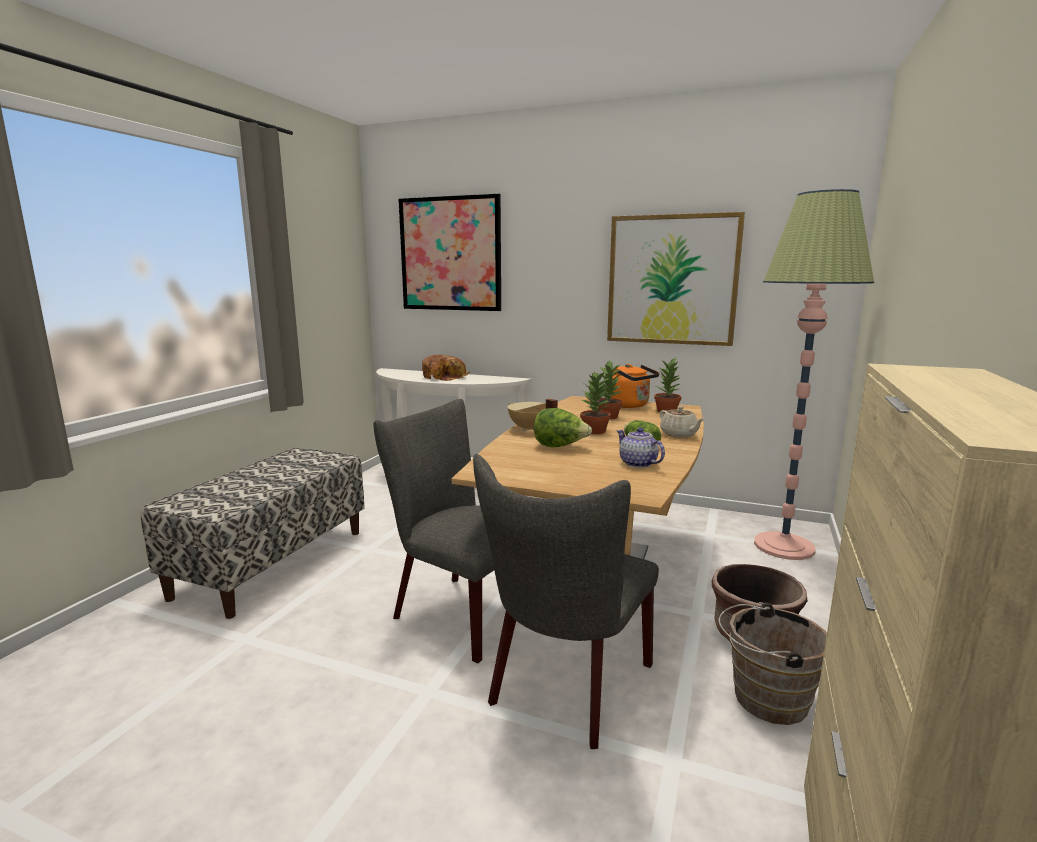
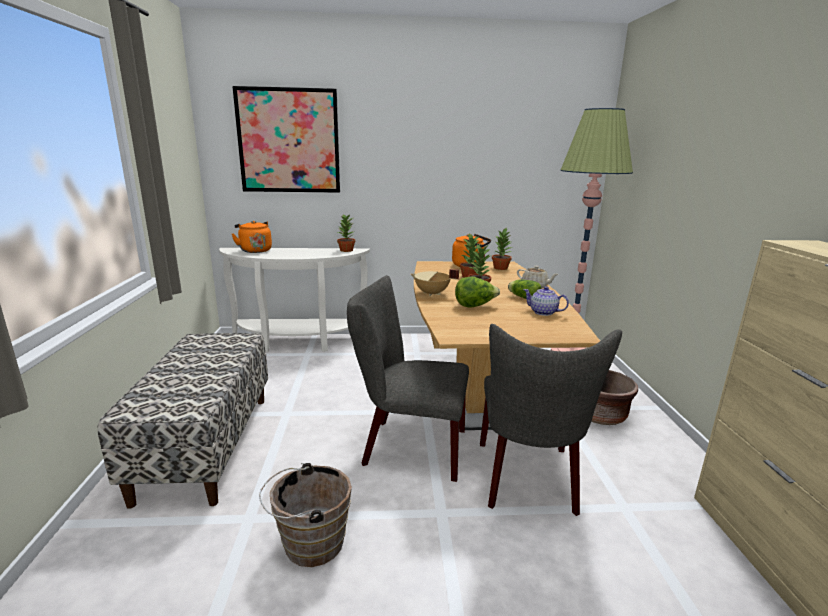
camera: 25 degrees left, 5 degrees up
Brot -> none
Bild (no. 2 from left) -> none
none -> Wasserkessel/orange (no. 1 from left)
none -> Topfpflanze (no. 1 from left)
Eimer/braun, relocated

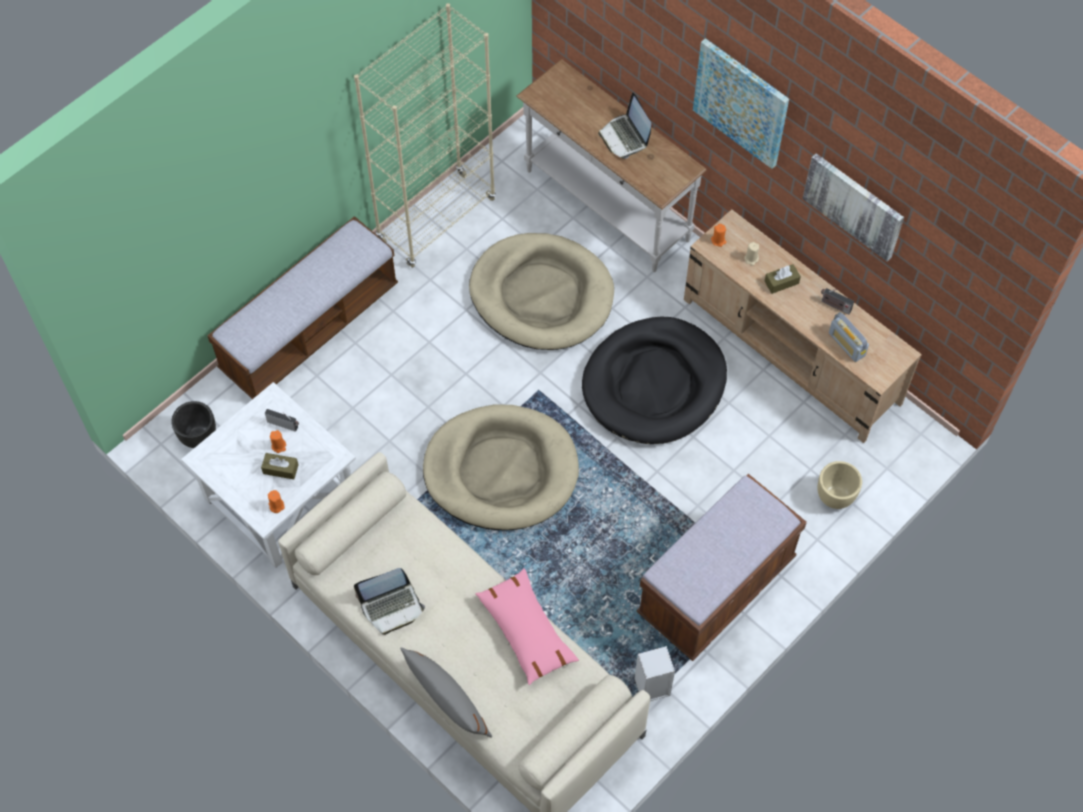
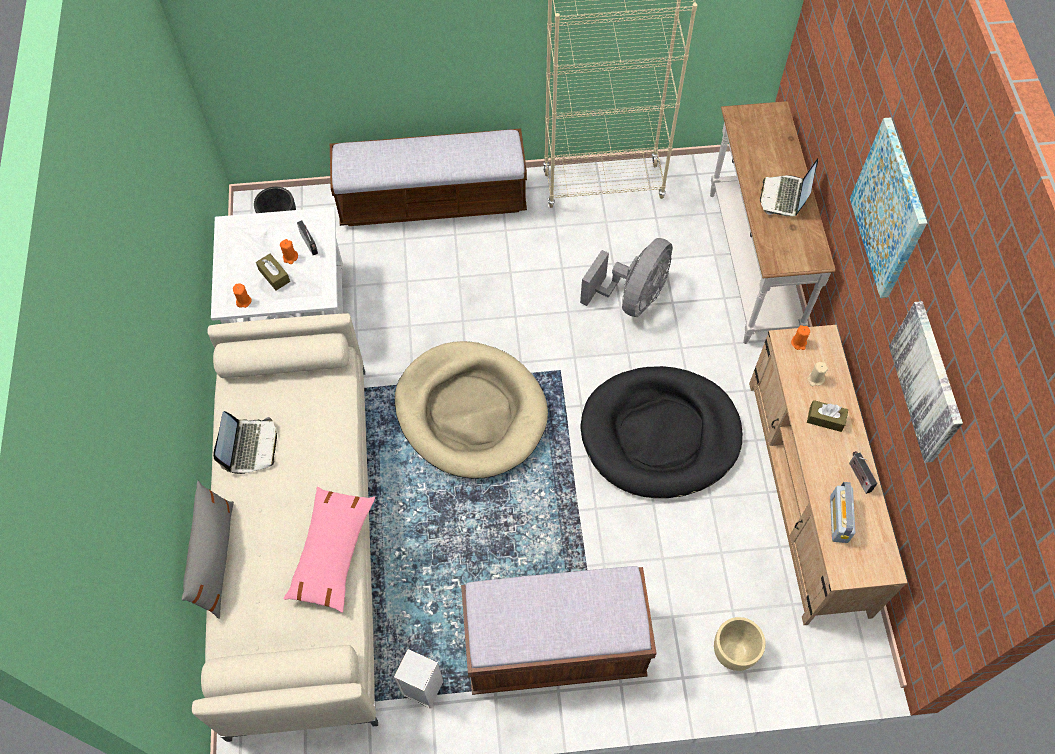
camera: 40 degrees right, 0 degrees up
Hundebett/beige (no. 2 from left) -> Ventilator/grau
Laptop (no. 1 from left), 105 degrees counterclockwise

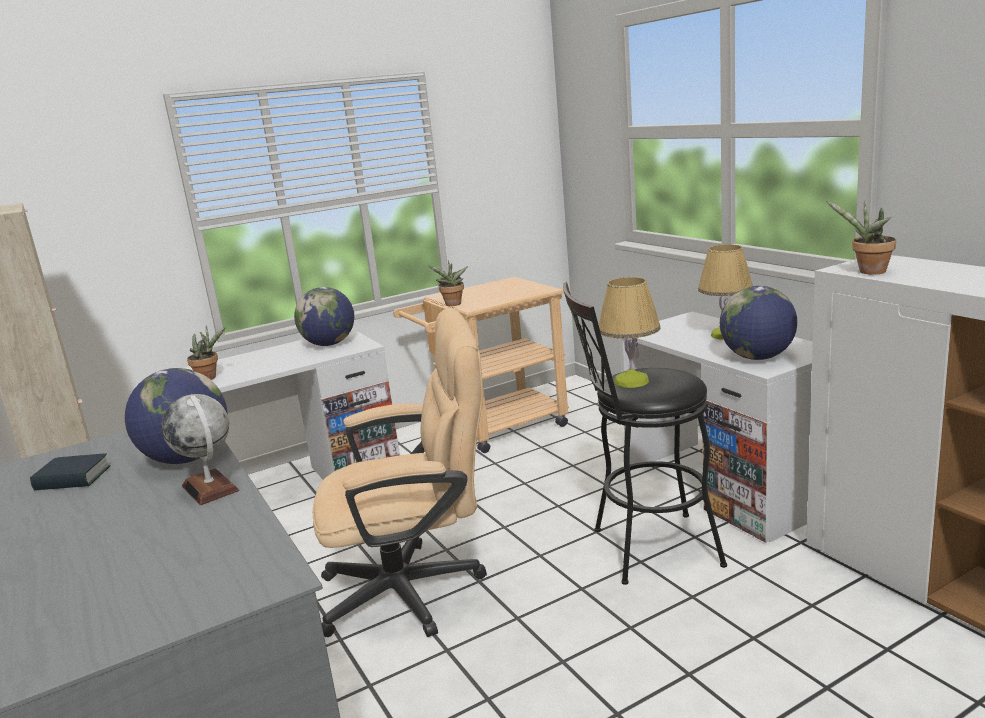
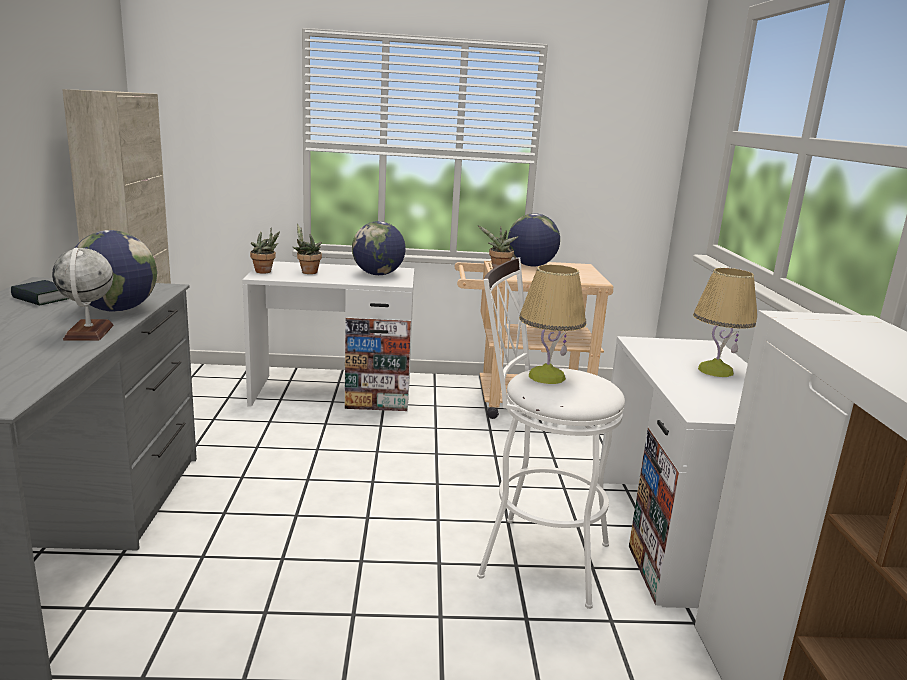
camera: 25 degrees right, 0 degrees up
Bürostuhl/beige -> none
Globus (no. 4 from left), relocated
Topfpflanze (no. 3 from left in the first image) -> Topfpflanze (no. 2 from left), relocated
Hocker/schwarz -> Hocker/weiß

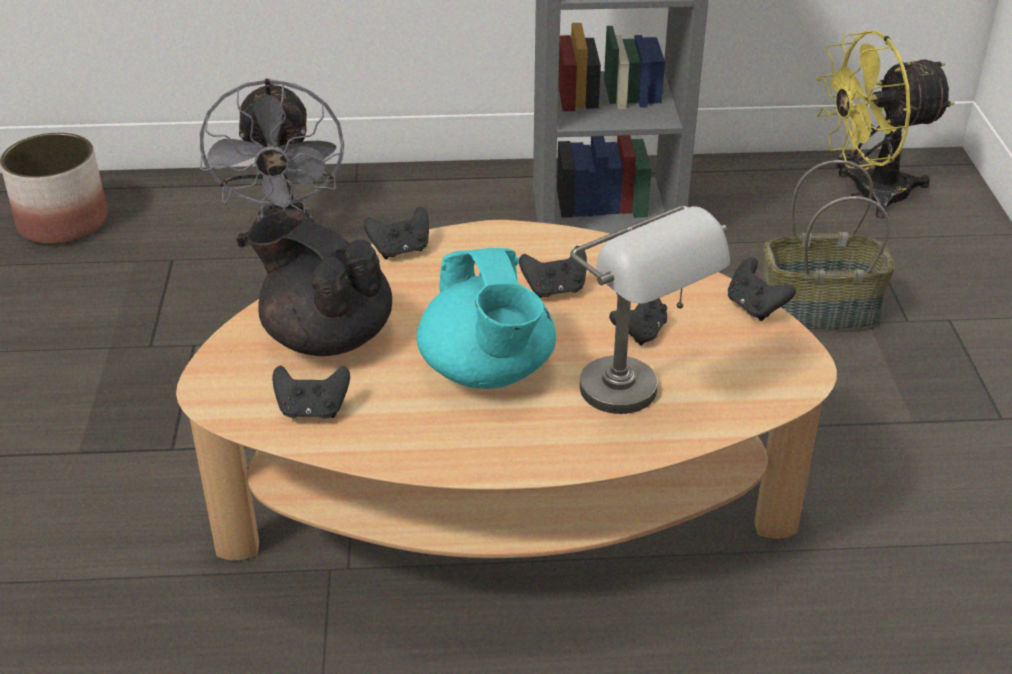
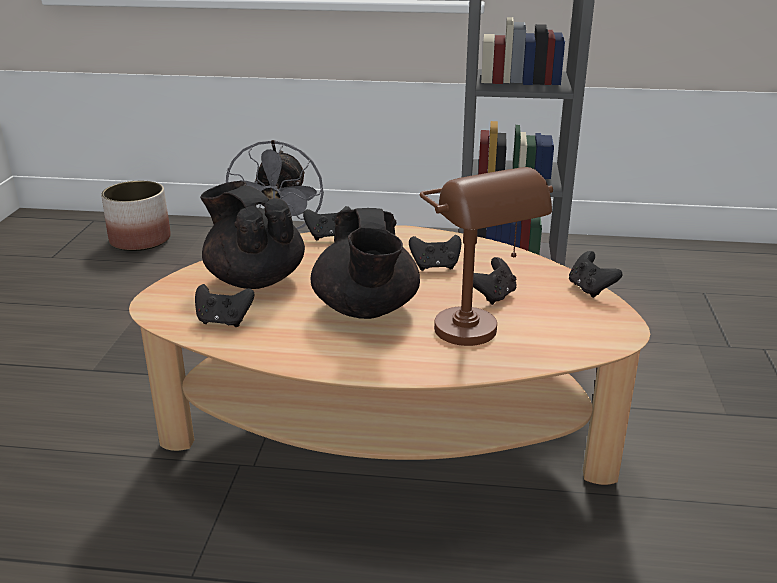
camera: 10 degrees right, 10 degrees down
Korb -> none
Ventilator/gelb -> none
Teekanne/türkis -> Teekanne/schwarz (no. 2 from left)
Tischlampe/grau -> Tischlampe/braun

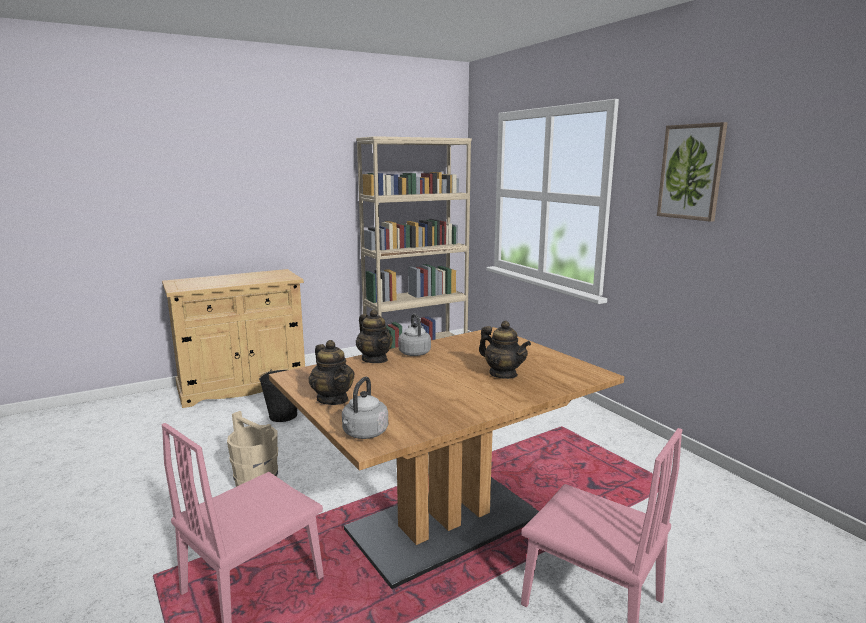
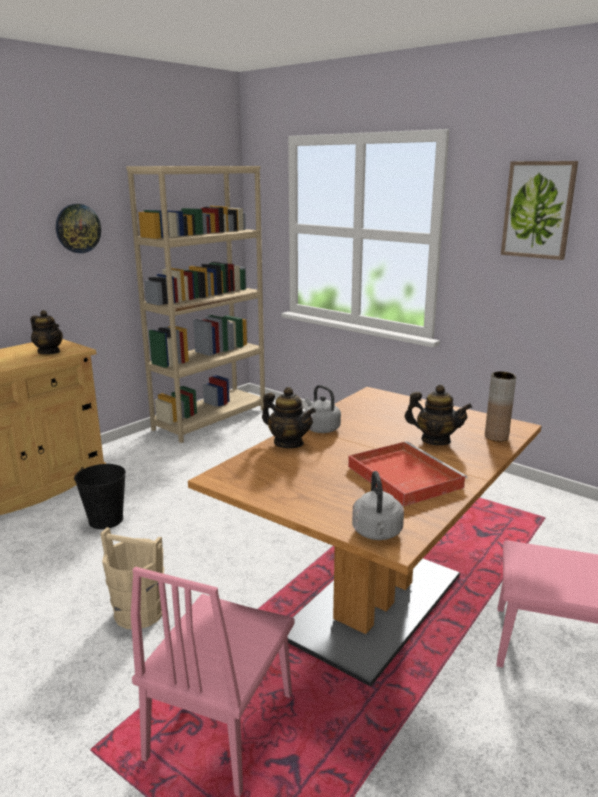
camera: 20 degrees left, 5 degrees up
none -> Wanduhr
none -> Tablett/rot
none -> Vase/braun
Teekanne (no. 1 from left), relocated

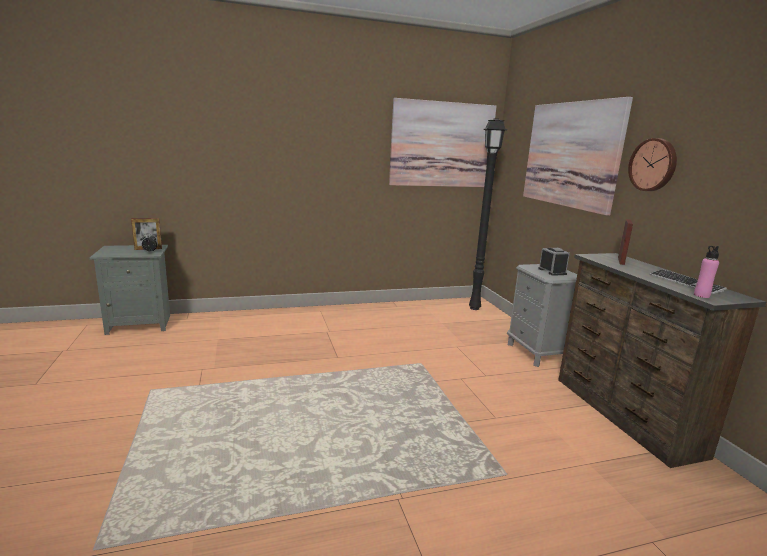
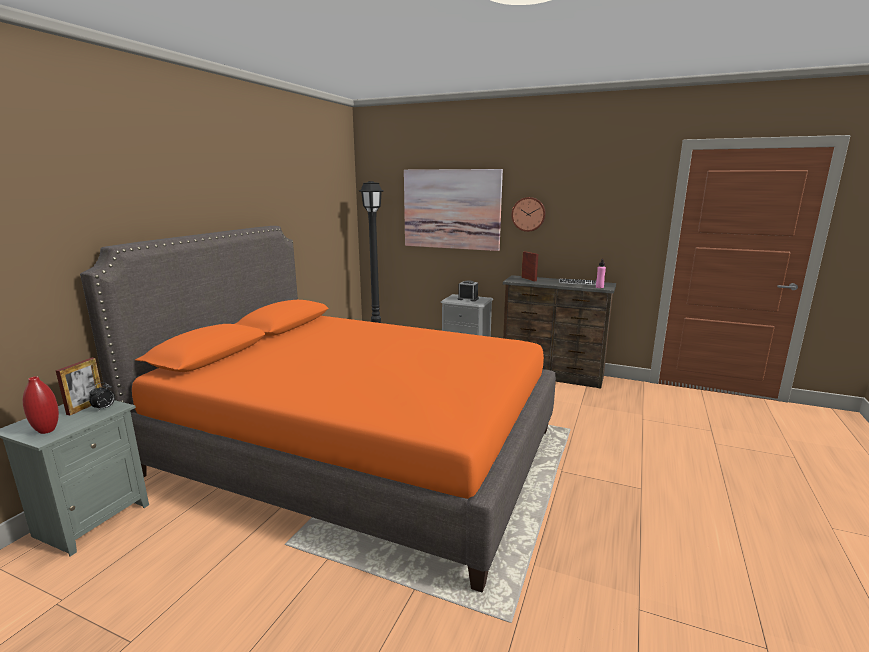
camera: 50 degrees left, 0 degrees up
Bild (no. 1 from left) -> none
none -> Vase/rot
none -> Bett/orange

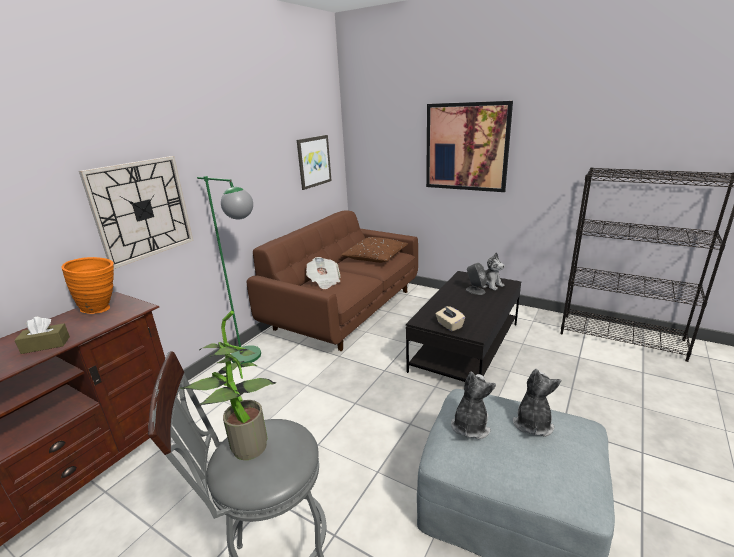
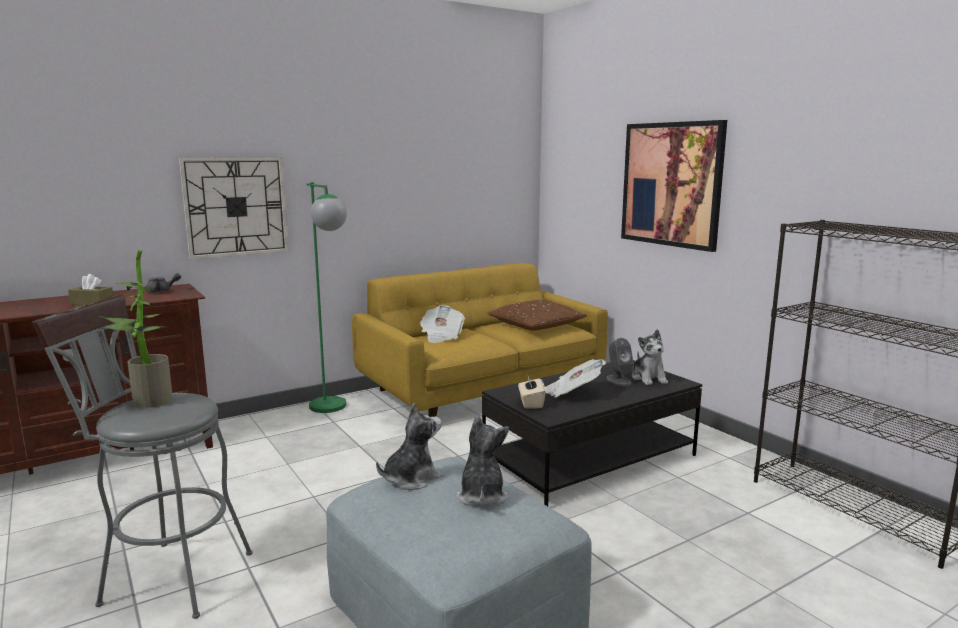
camera: 25 degrees right, 10 degrees down
Bild (no. 1 from left) -> none
none -> Zeitung (no. 2 from left)
Vase/orange -> Teekanne/grau
Sofa/braun -> Sofa/gelb
Plüschtier (no. 3 from left in the first image) -> Plüschtier (no. 2 from left), 45 degrees counterclockwise

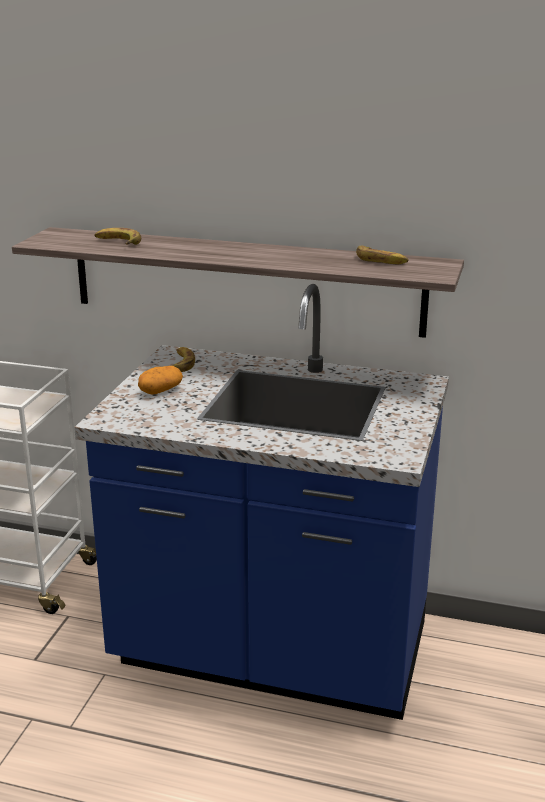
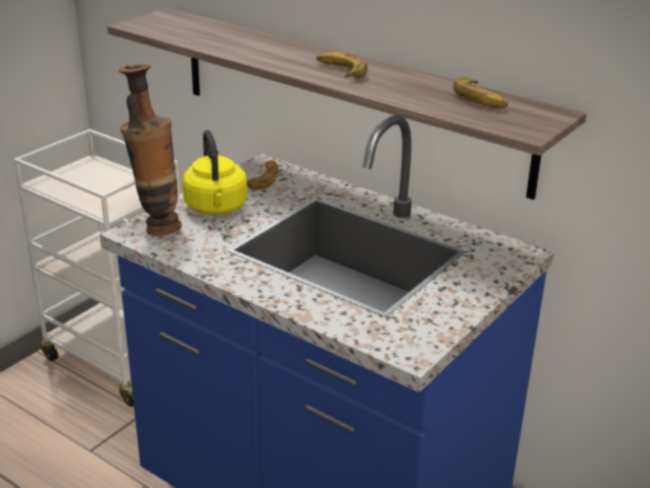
camera: 20 degrees right, 5 degrees up
none -> Vase
Banane (no. 1 from left in the first image) -> Banane (no. 2 from left), relocated
Kartoffel -> Wasserkessel/gelb

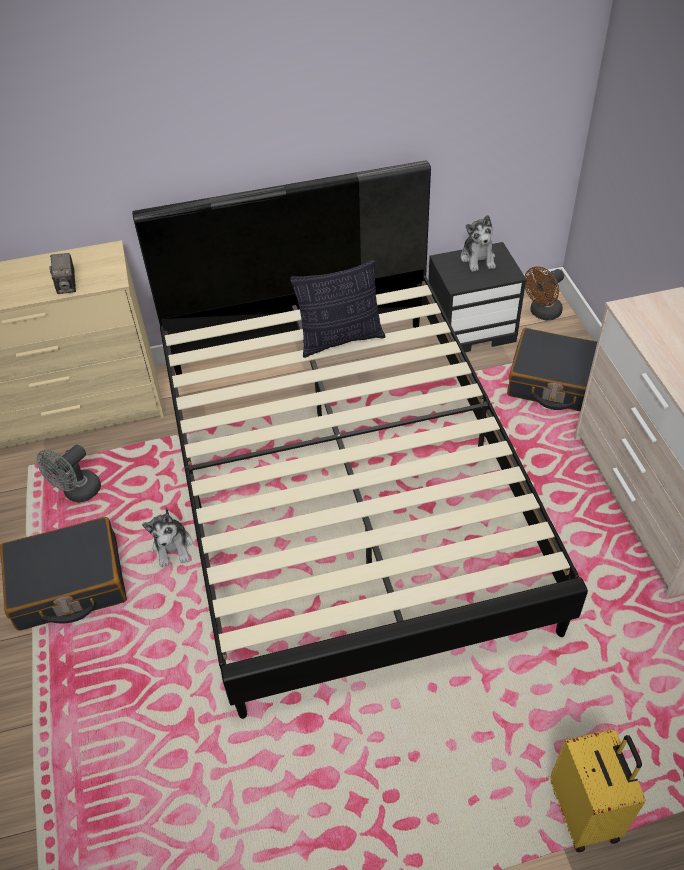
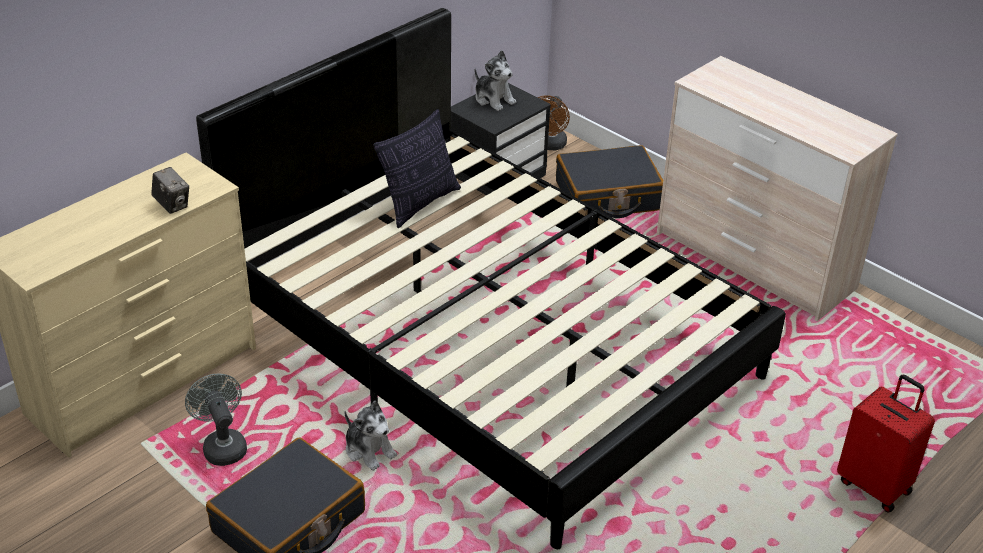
camera: 35 degrees left, 10 degrees down
Koffer/gelb -> Koffer/rot
Ventilator/grau, 150 degrees clockwise

